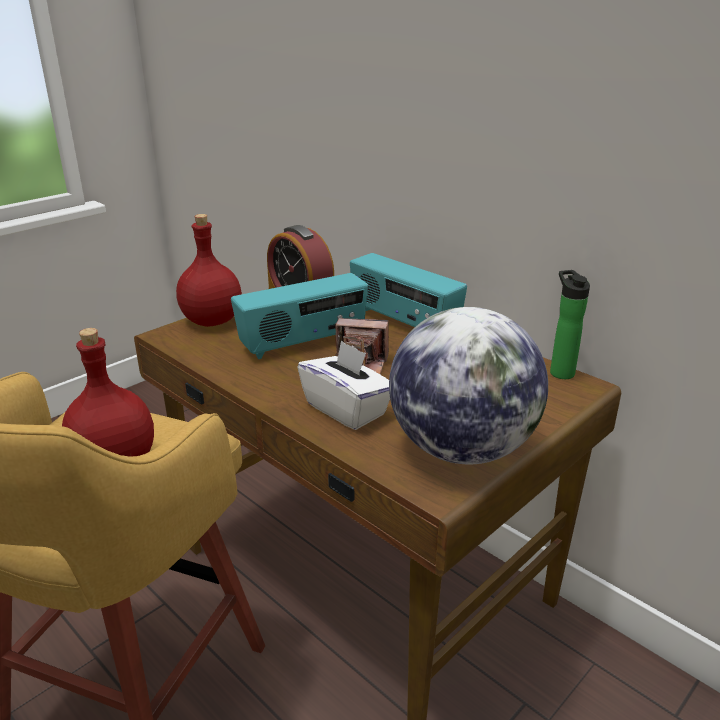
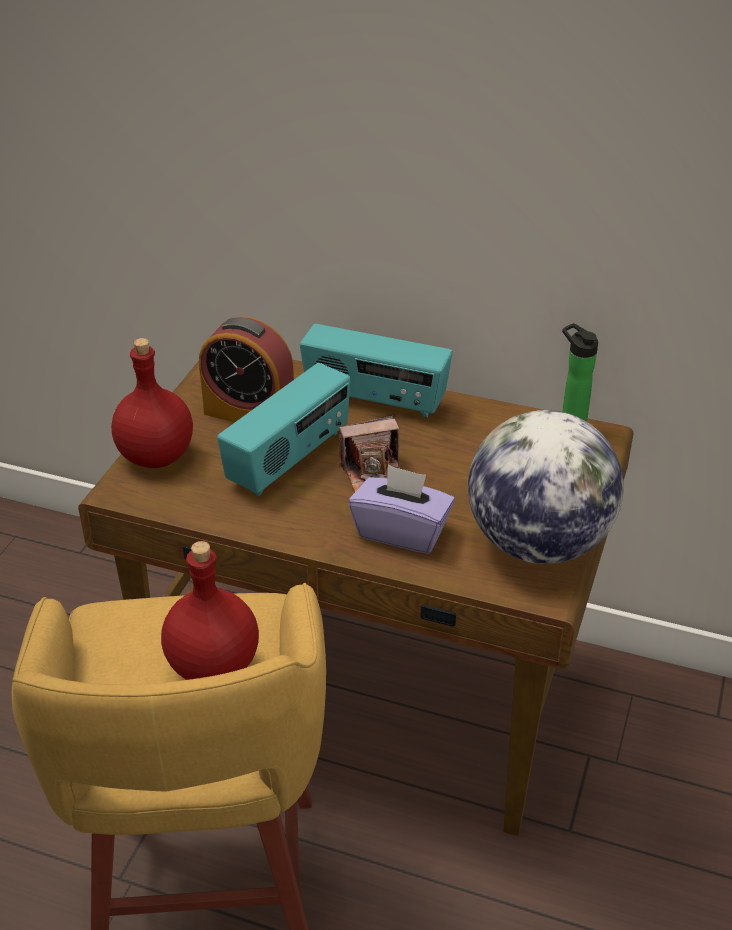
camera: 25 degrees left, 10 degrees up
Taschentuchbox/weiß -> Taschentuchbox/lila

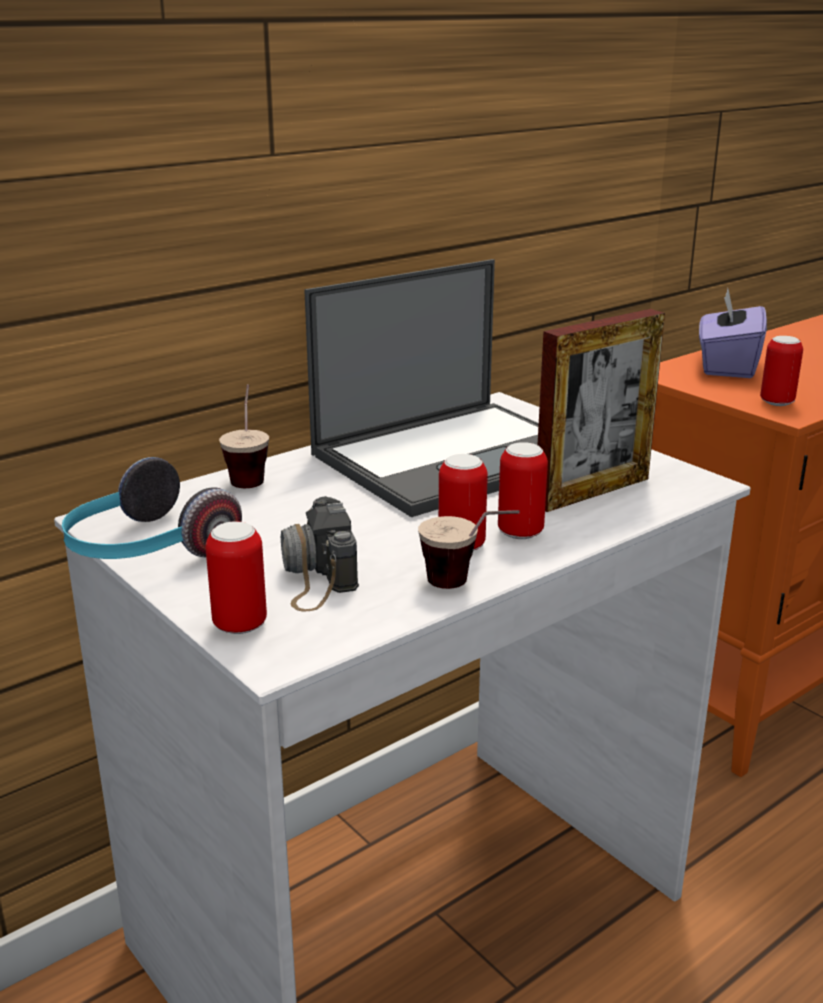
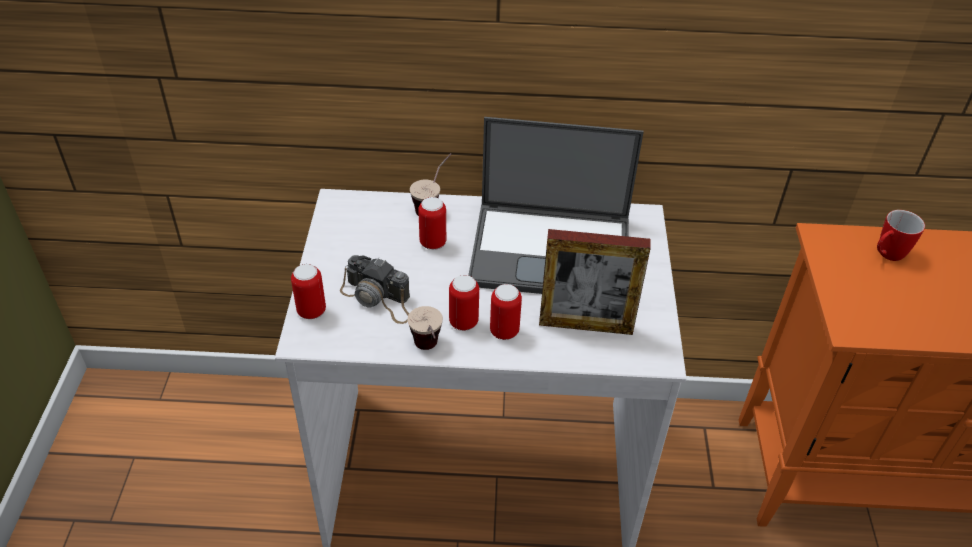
camera: 40 degrees right, 20 degrees up
Kopfhörer -> none
Dose (no. 4 from left in the first image) -> Dose (no. 2 from left), relocated
Taschentuchbox/lila -> Henkelbecher
Kamera, 90 degrees counterclockwise

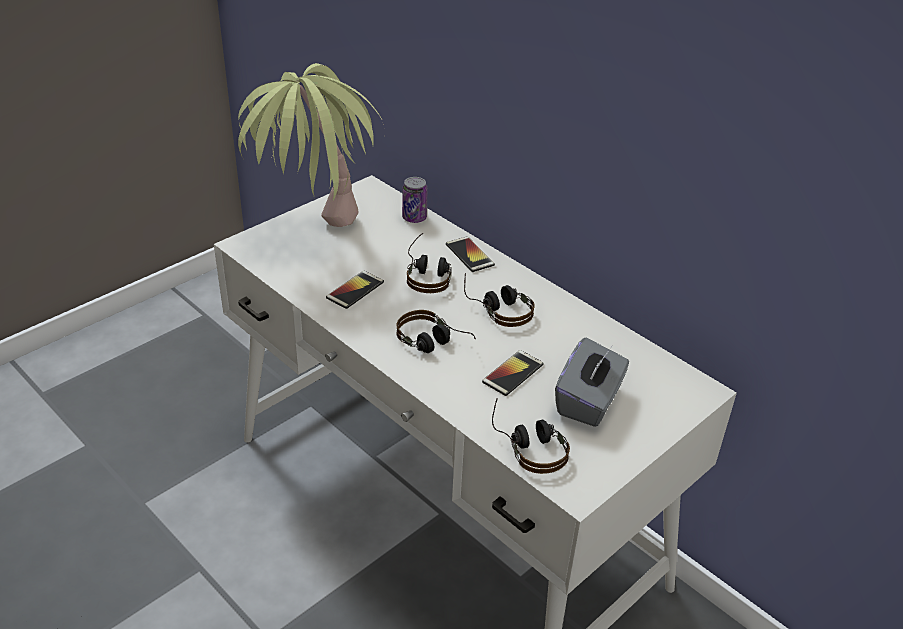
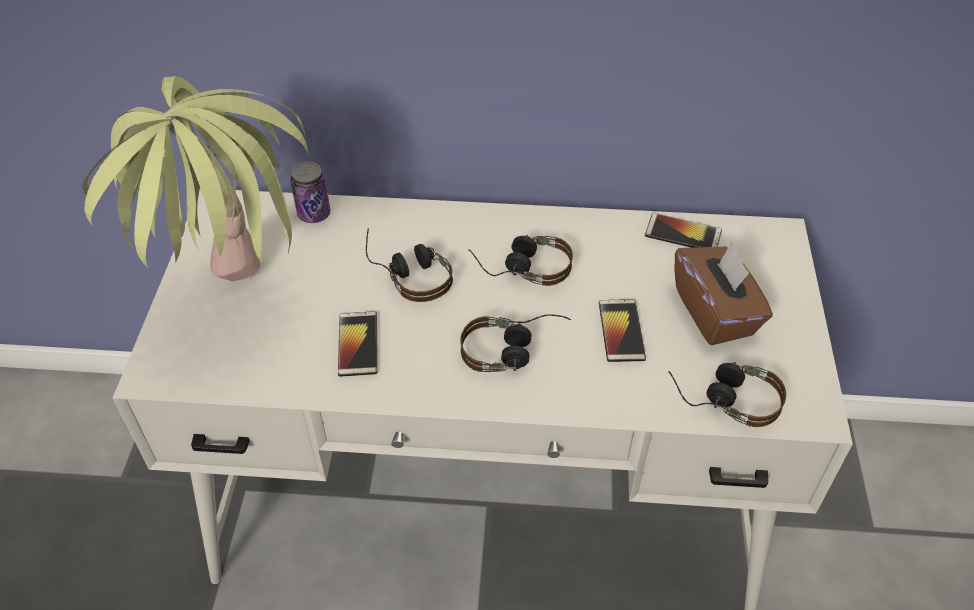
camera: 40 degrees left, 10 degrees up
Handy (no. 2 from left in the first image) -> Handy (no. 3 from left), relocated
Taschentuchbox/grau -> Taschentuchbox/braun

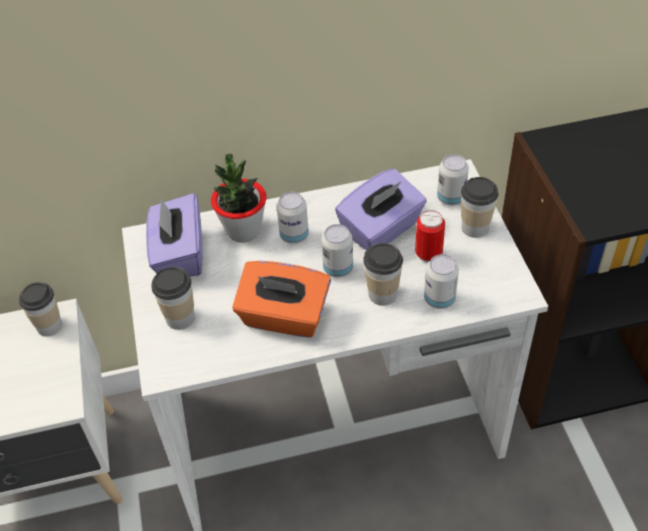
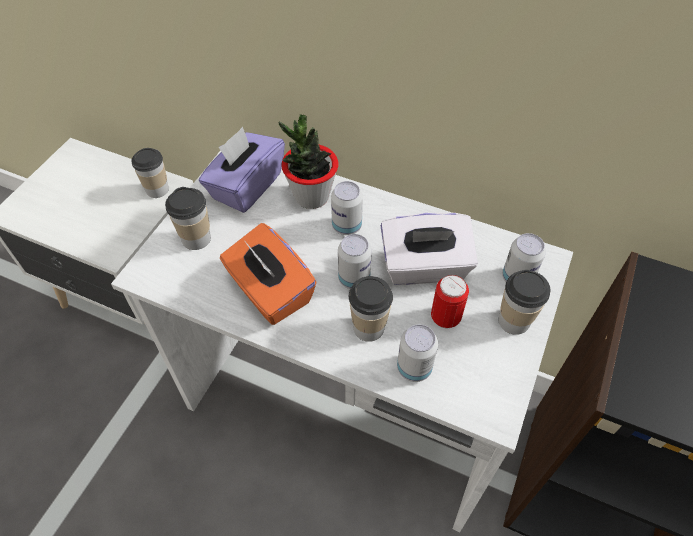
camera: 35 degrees right, 5 degrees up
Taschentuchbox/lila (no. 2 from left) -> Taschentuchbox/weiß

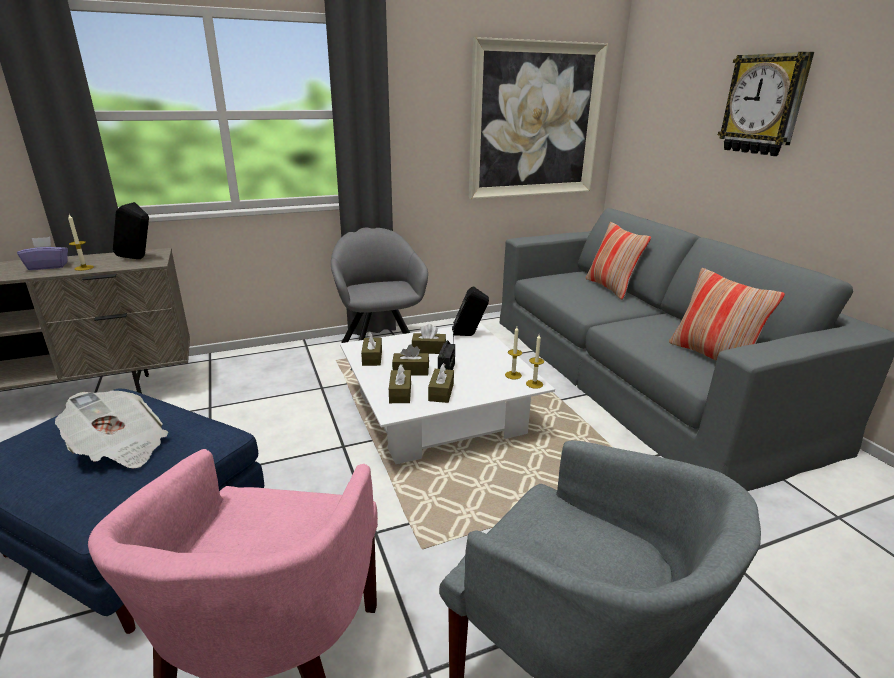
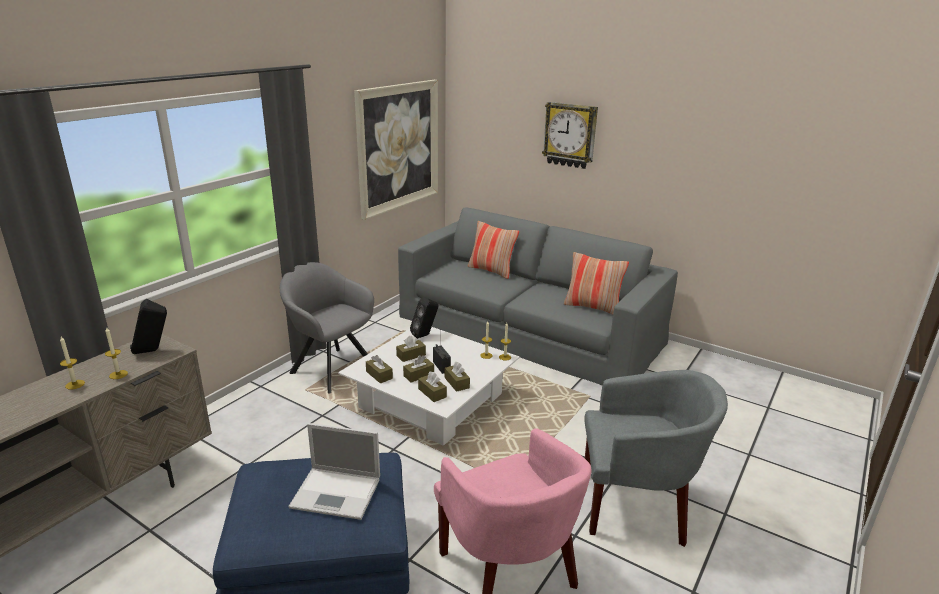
camera: 35 degrees left, 0 degrees up
Taschentuchbox/lila -> Kerze (no. 1 from left)
Zeitung -> Laptop

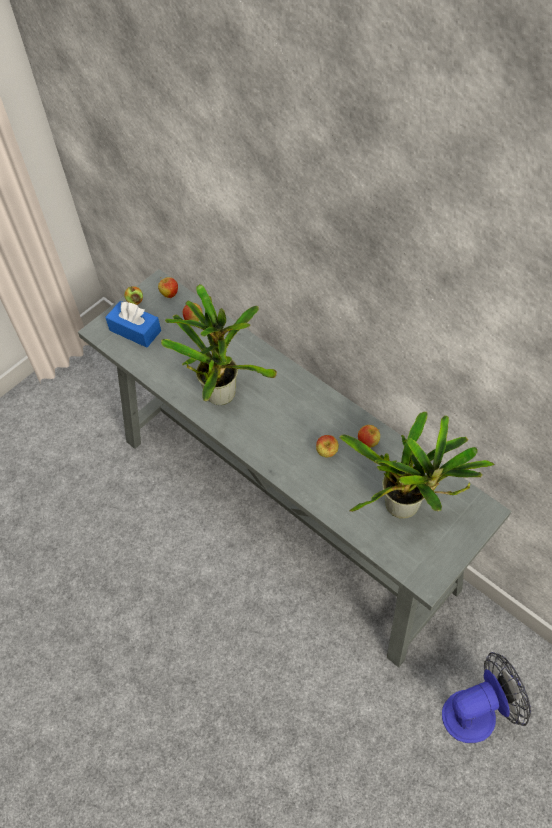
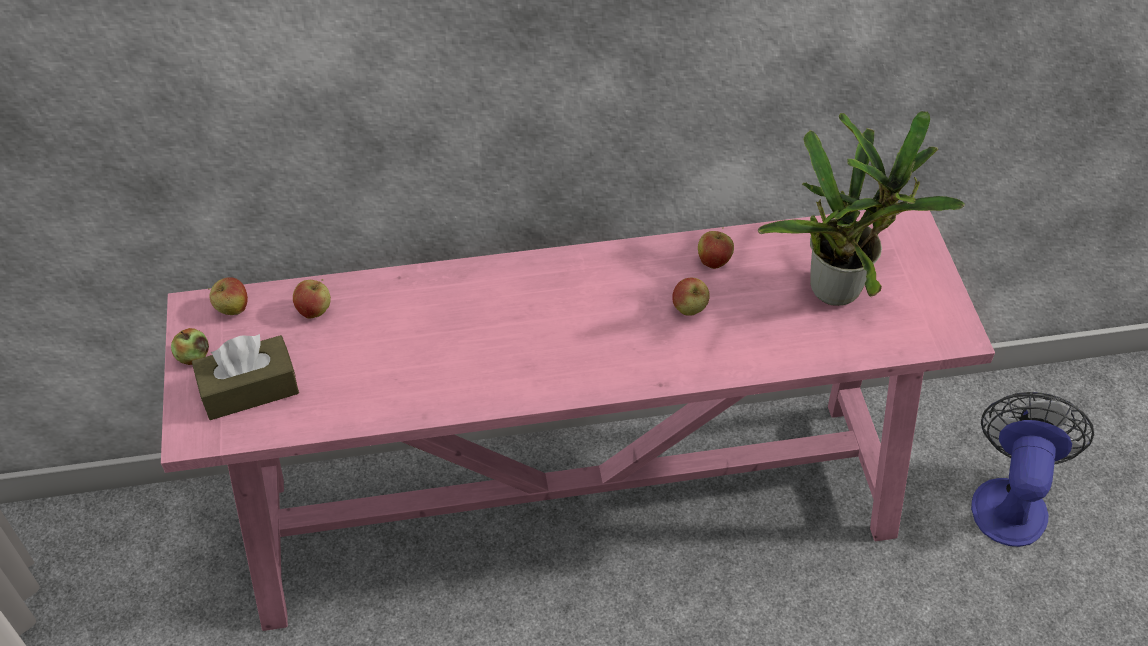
camera: 55 degrees left, 5 degrees down
Topfpflanze (no. 1 from left) -> none
Konsolentisch/grau -> Konsolentisch/rosa
Taschentuchbox/blau -> Taschentuchbox/braun

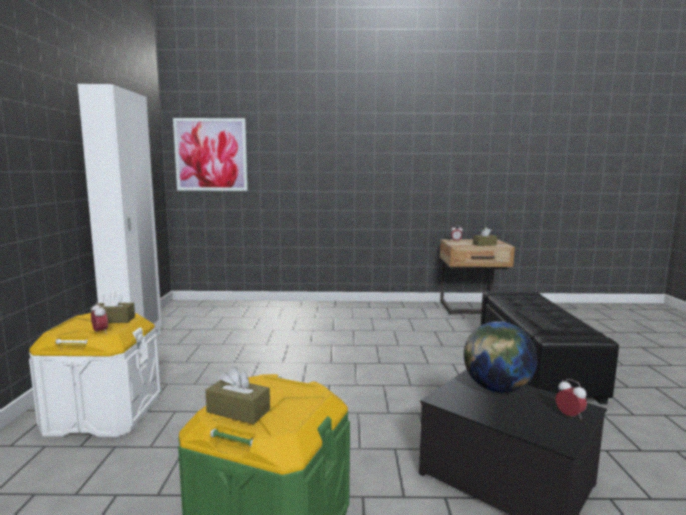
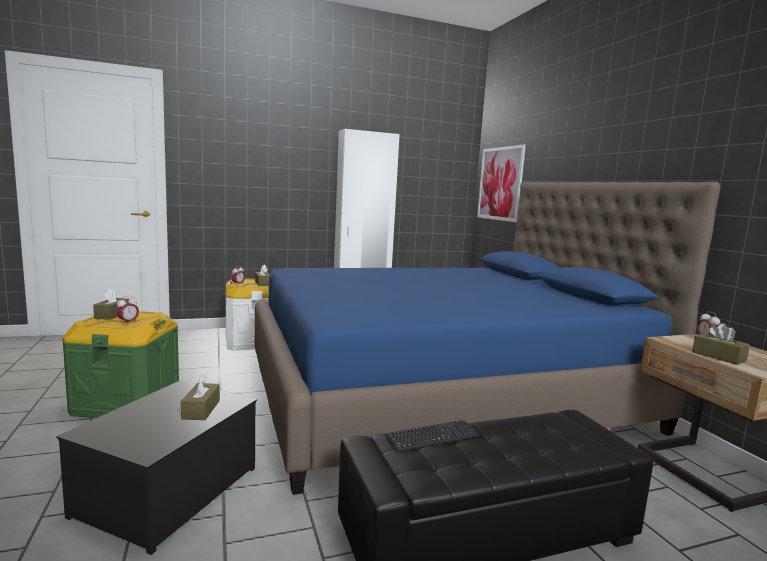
camera: 70 degrees right, 0 degrees up
none -> Bett/blau
Wecker (no. 3 from left in the first image) -> Wecker (no. 1 from left), relocated
Globus -> Taschentuchbox/braun (no. 2 from left)

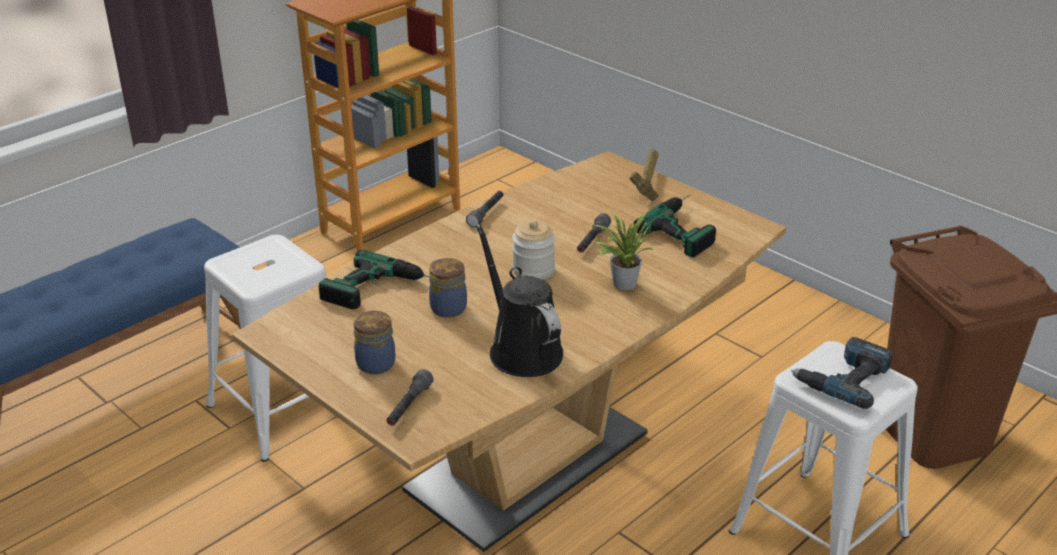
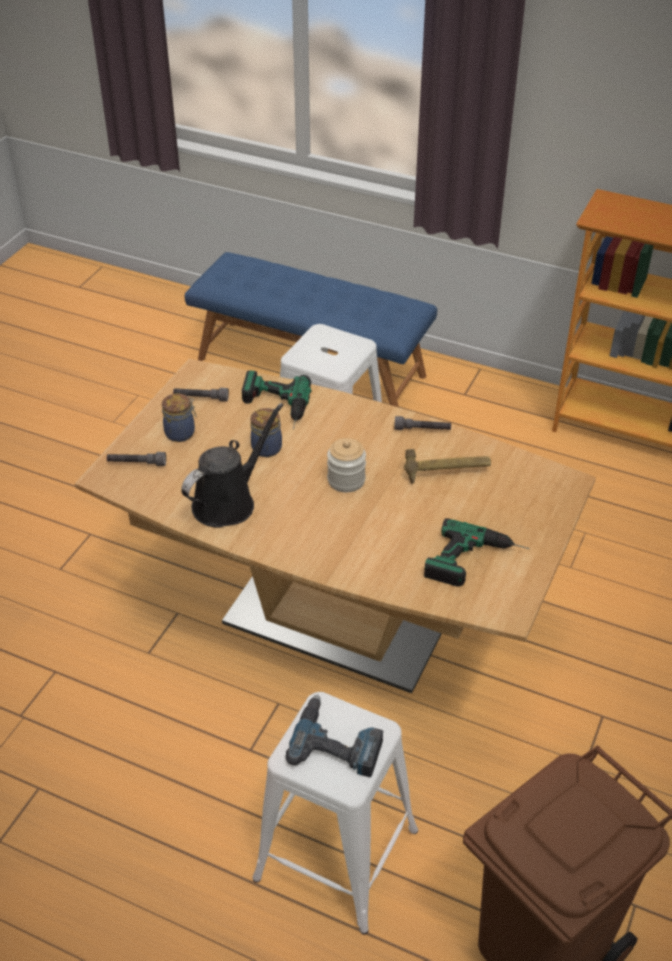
camera: 70 degrees right, 10 degrees up
Topfpflanze -> none
Taschenlampe/grau (no. 3 from left in the first image) -> Taschenlampe/grau (no. 2 from left), relocated
Hammer, relocated

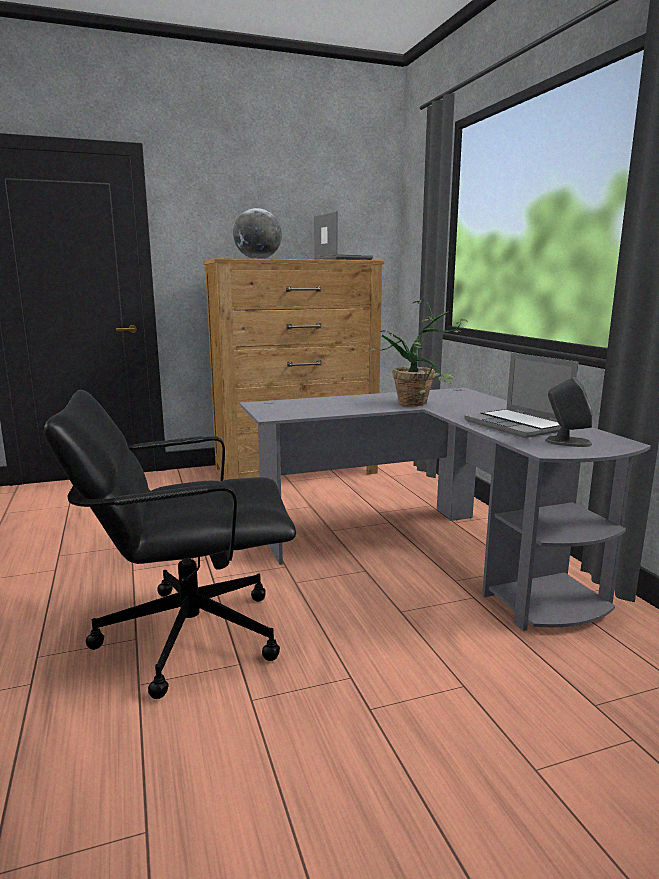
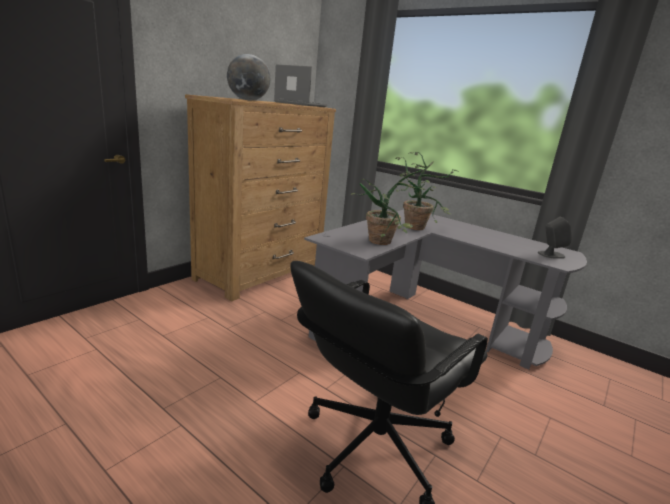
camera: 35 degrees left, 5 degrees up
Laptop (no. 2 from left) -> none
none -> Topfpflanze (no. 1 from left)

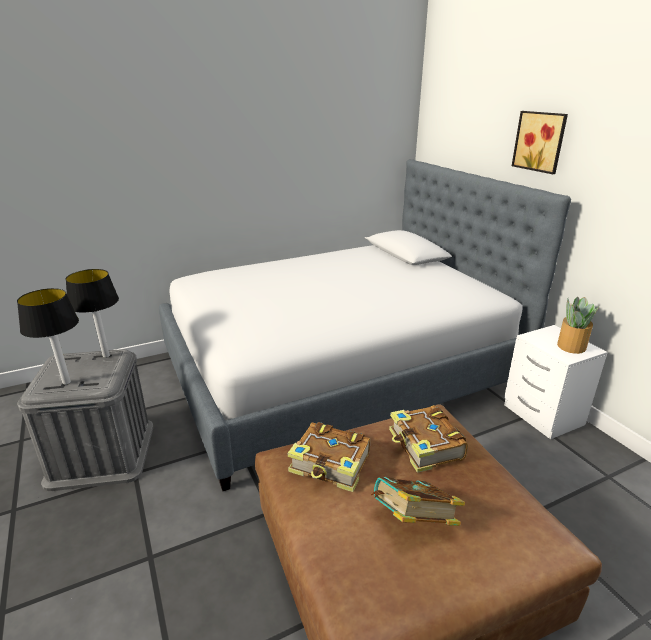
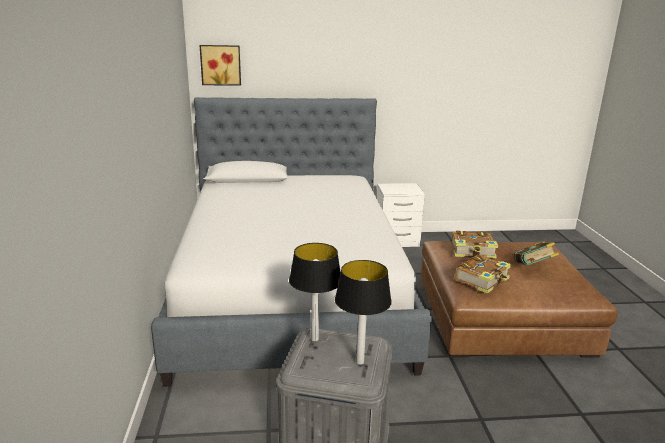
camera: 70 degrees left, 5 degrees down
Topfpflanze -> none
Bild, relocated

